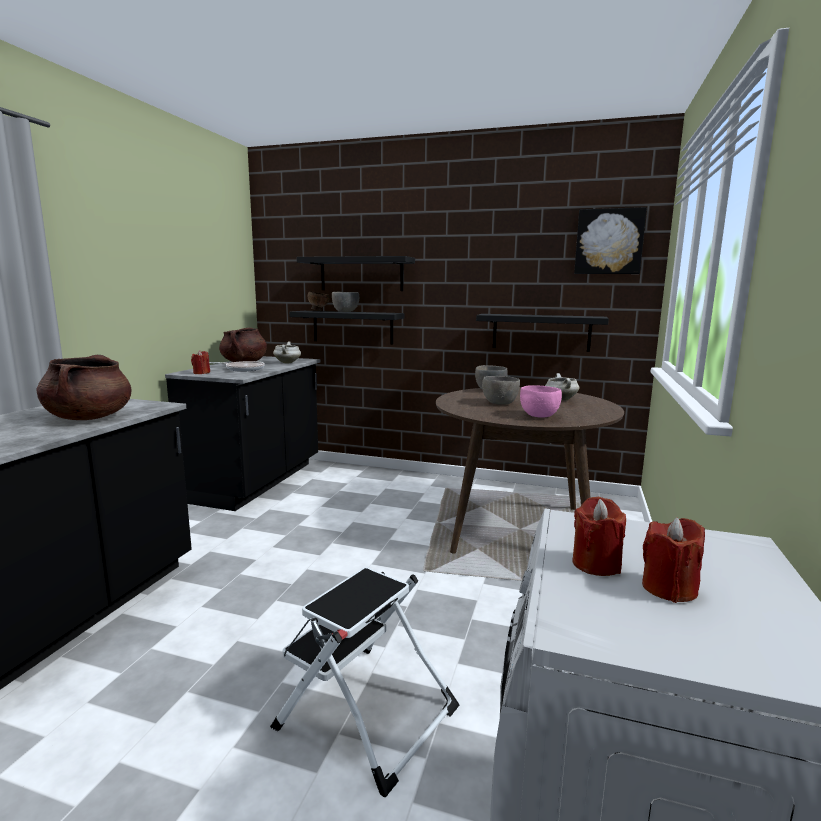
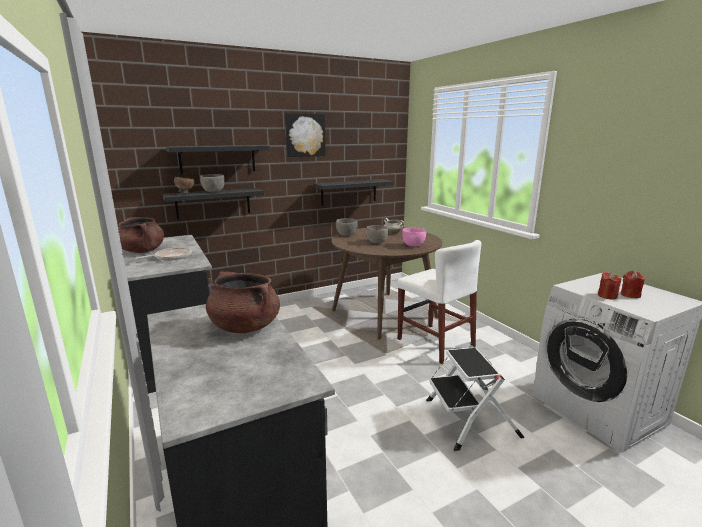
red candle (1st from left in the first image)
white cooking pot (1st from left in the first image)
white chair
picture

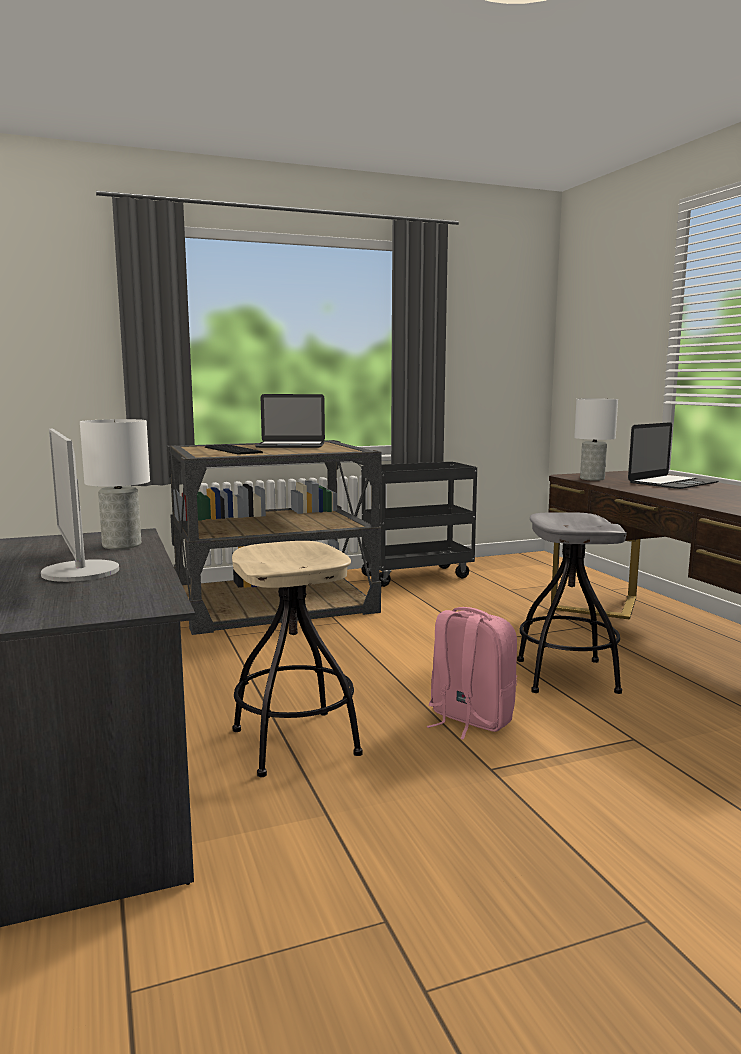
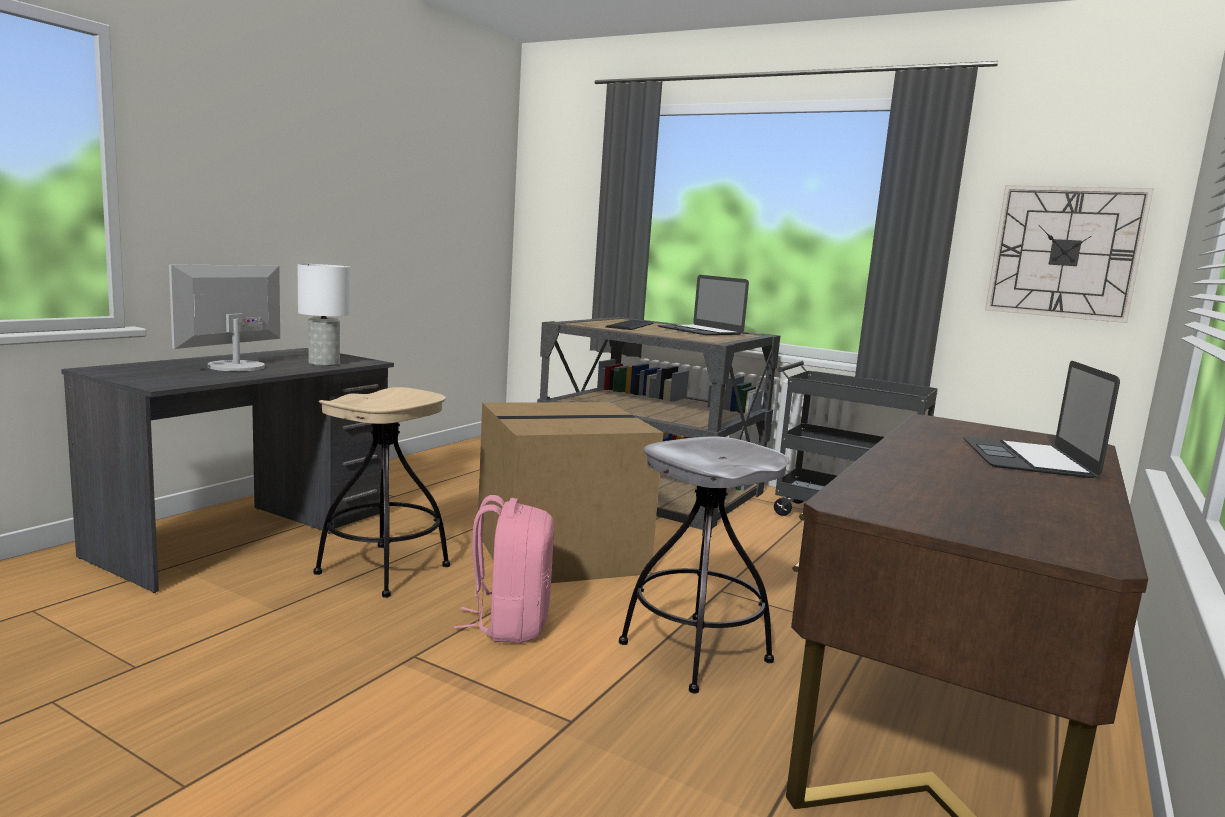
white table lamp (2nd from left in the first image)
cardboard box
wall clock
laptop (2nd from left)

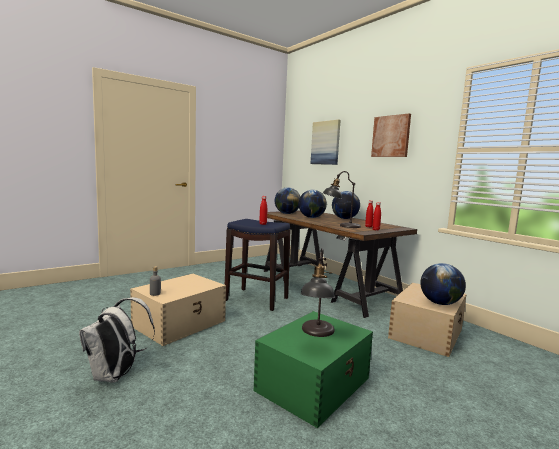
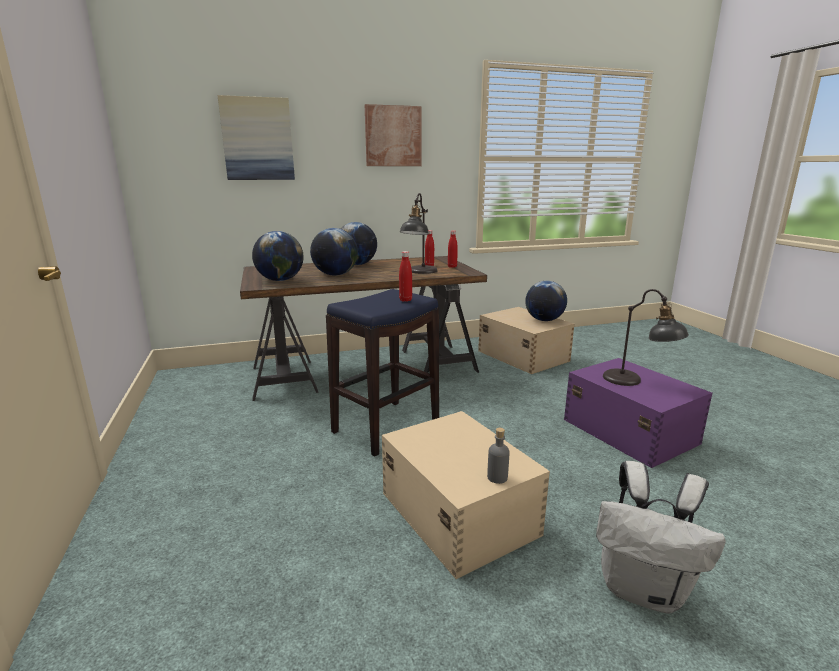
purple storage box

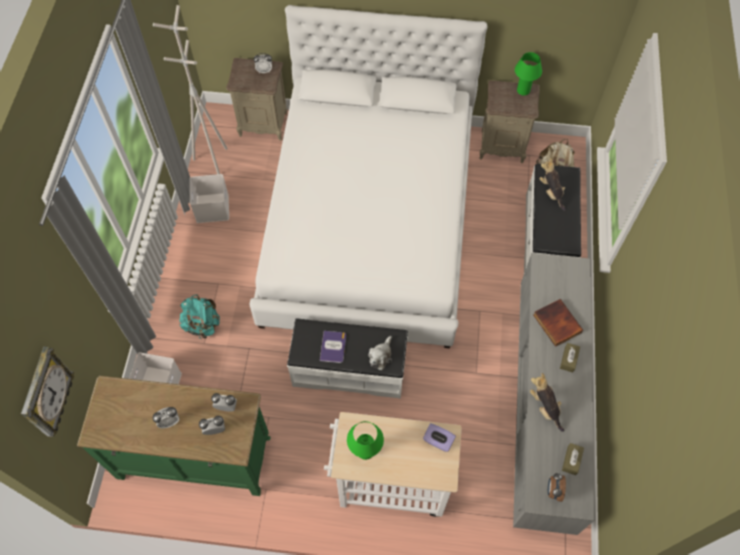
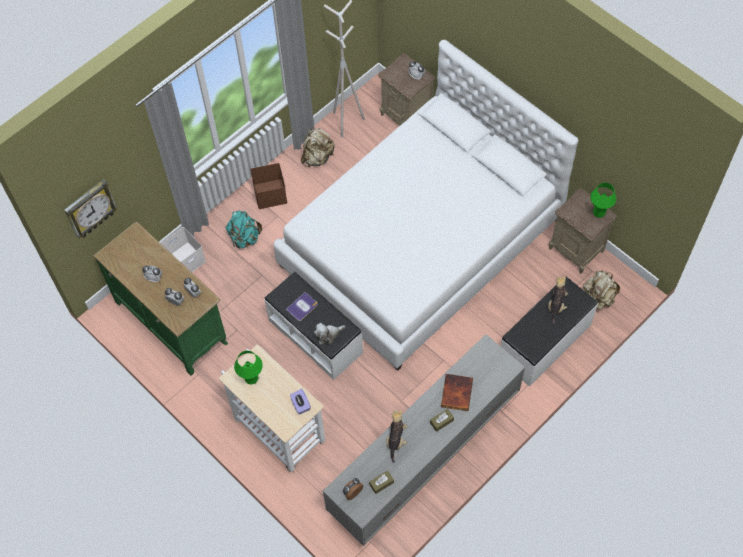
brown storage box
beige backpack (1st from left)

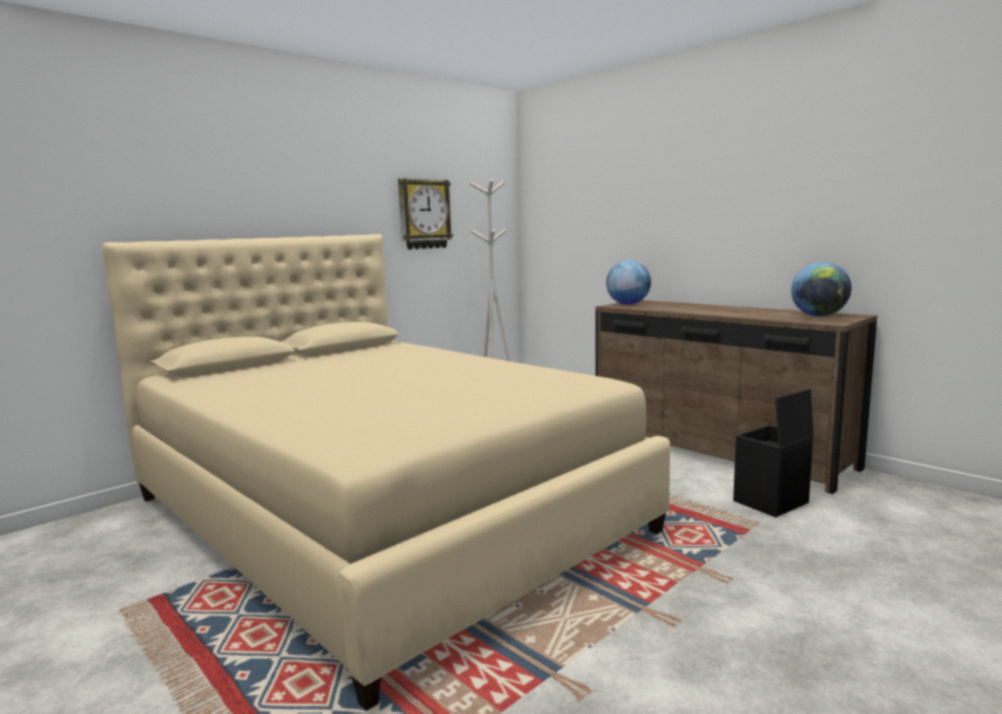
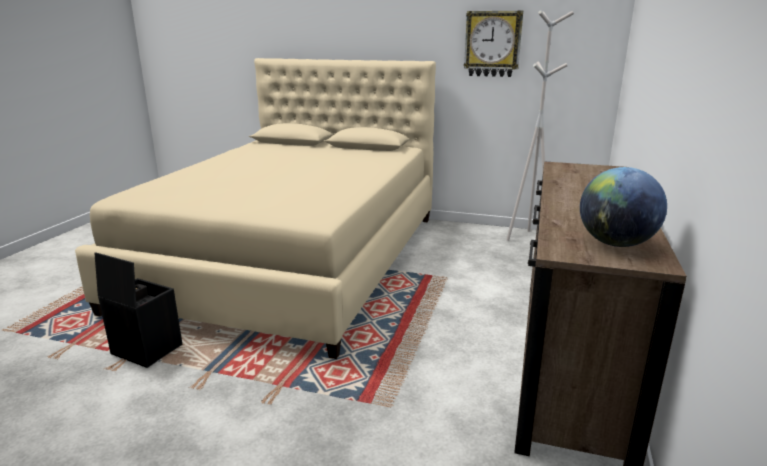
globe (1st from left in the first image)
black storage box

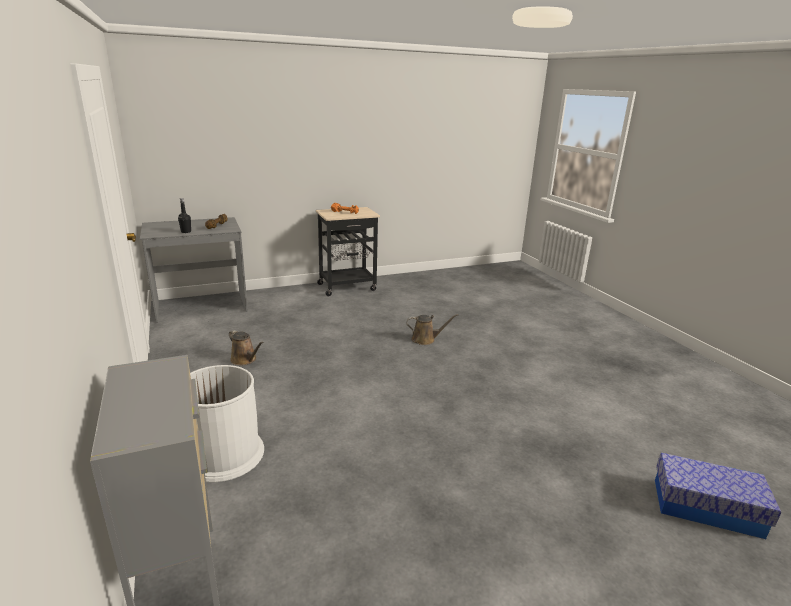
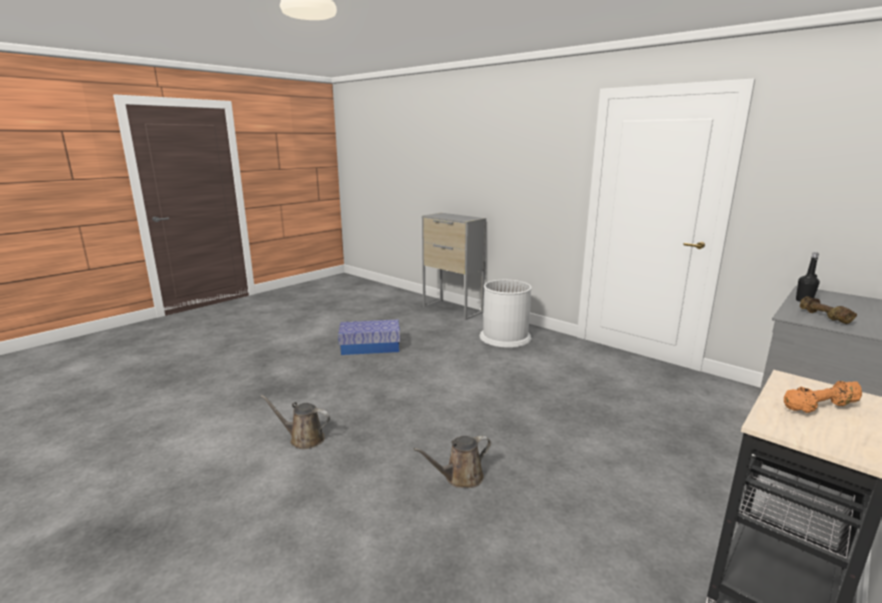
brown watering can (1st from left)
storage box

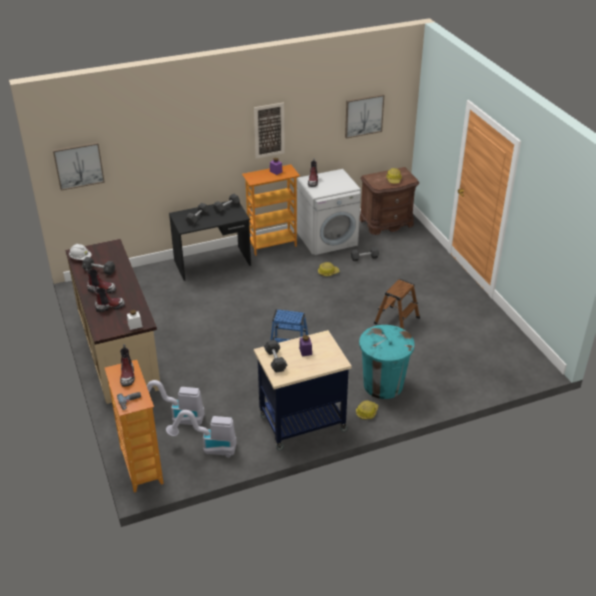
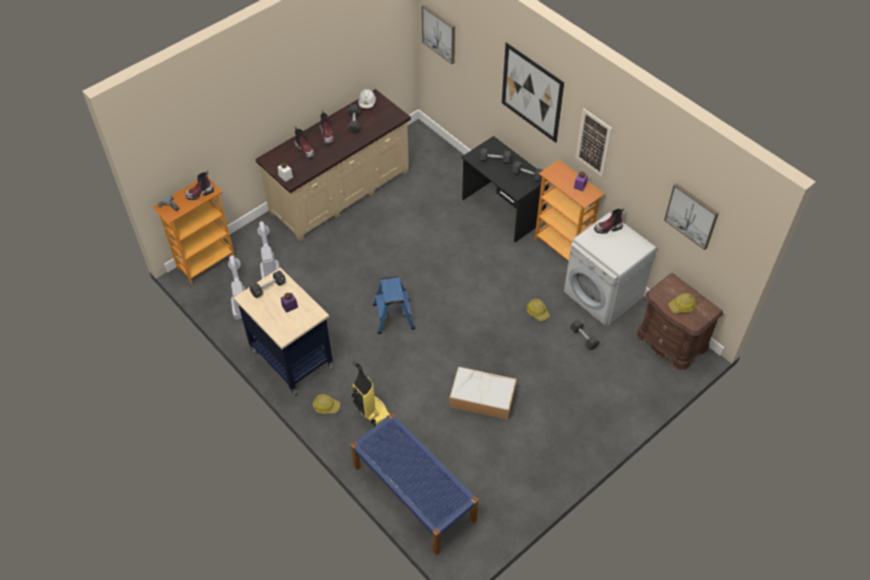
blue bench
picture (2nd from left)
vacuum cleaner (3rd from left)
storage box

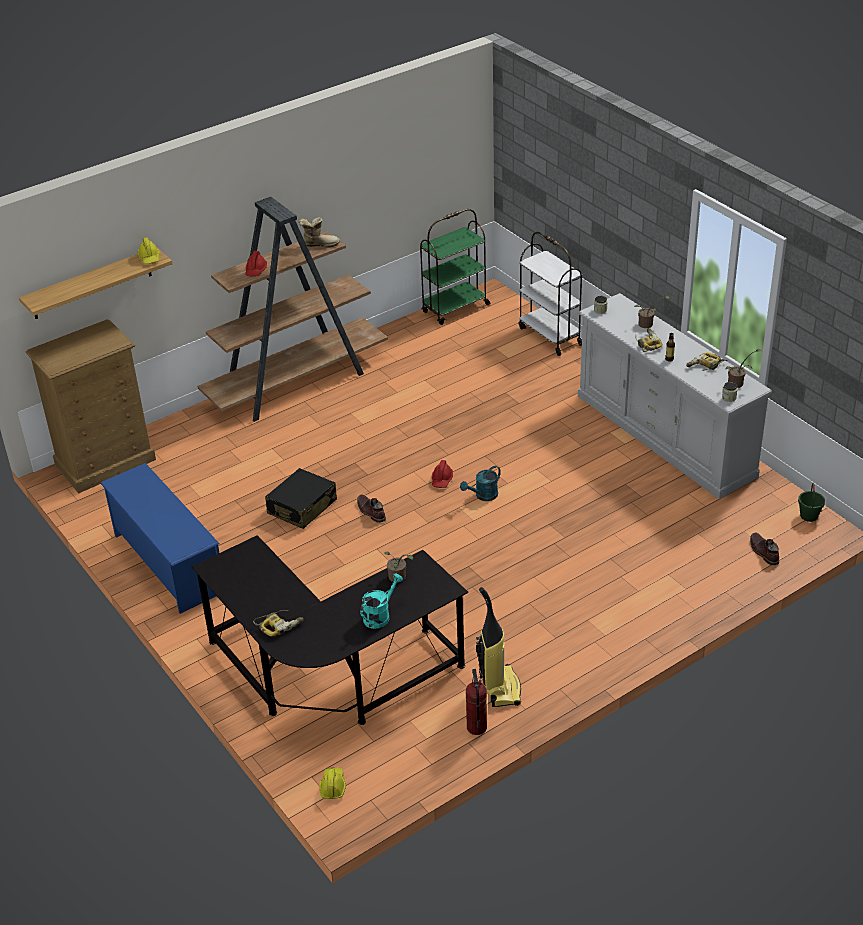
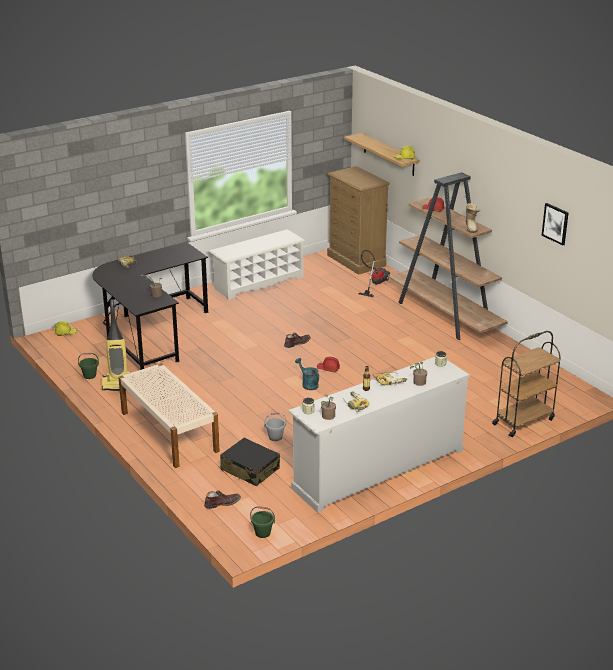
turquoise watering can (1st from left in the first image)
green cart
beige bench
grey bucket
vacuum cleaner (2nd from left)
picture
black suitcase
green bucket (1st from left)
white shoe rack
brown cart

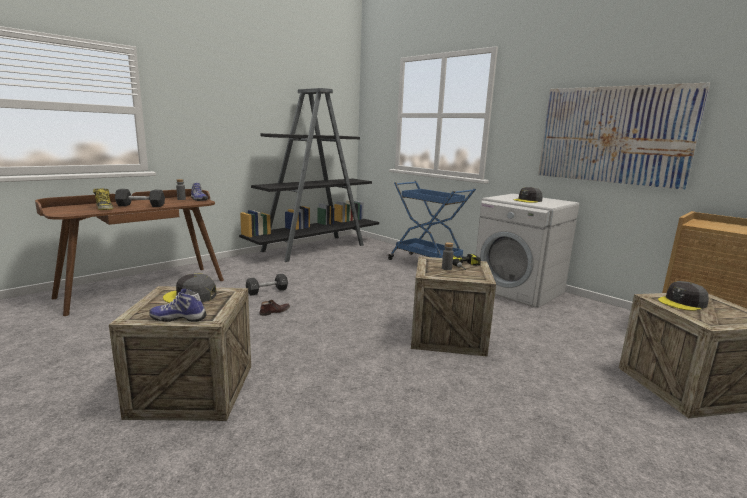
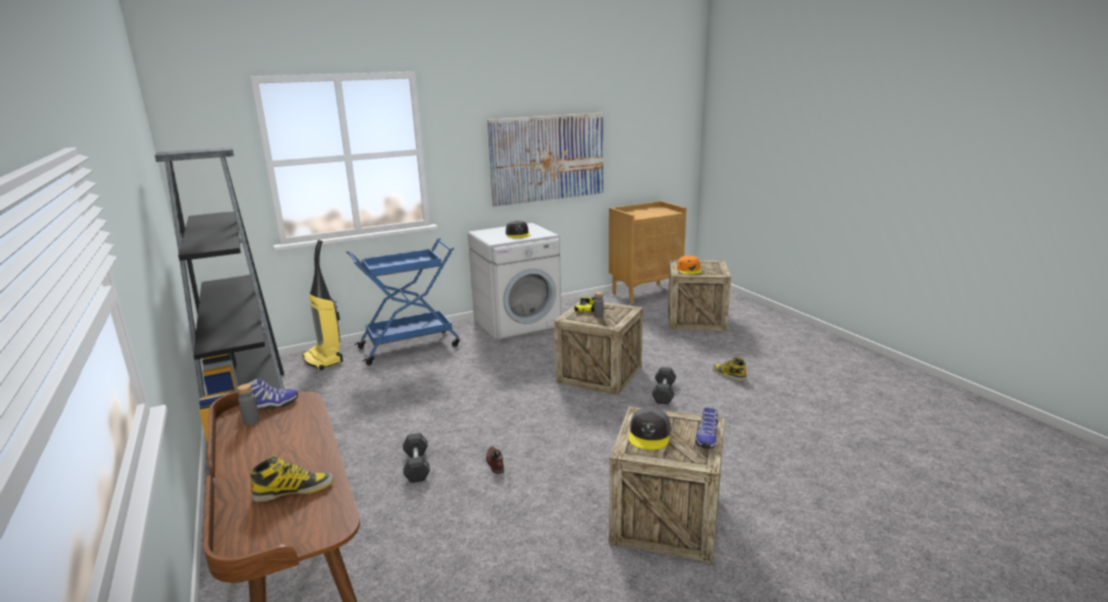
vacuum cleaner
boot (2nd from left)
black dumbbell (2nd from left)
orange cap

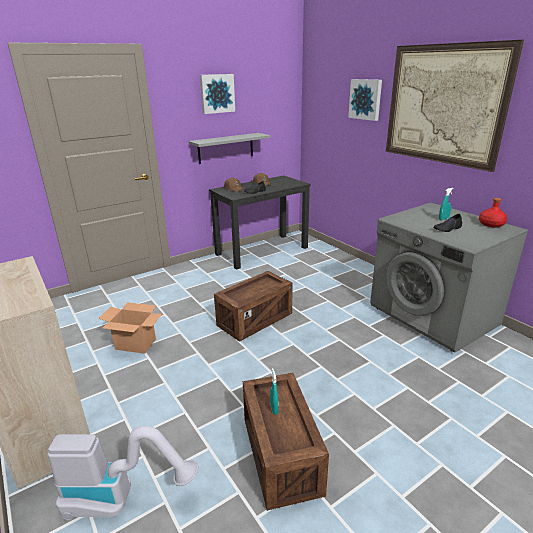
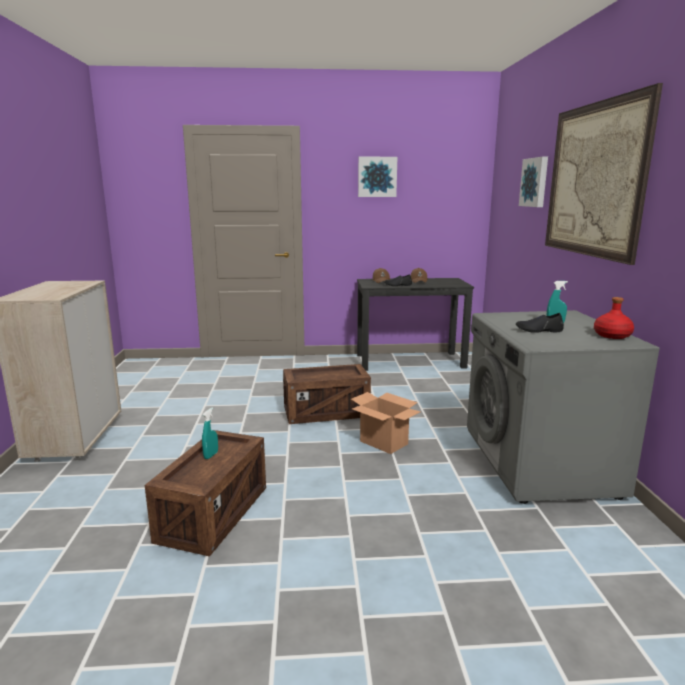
vacuum cleaner
grey shelf
cardboard box

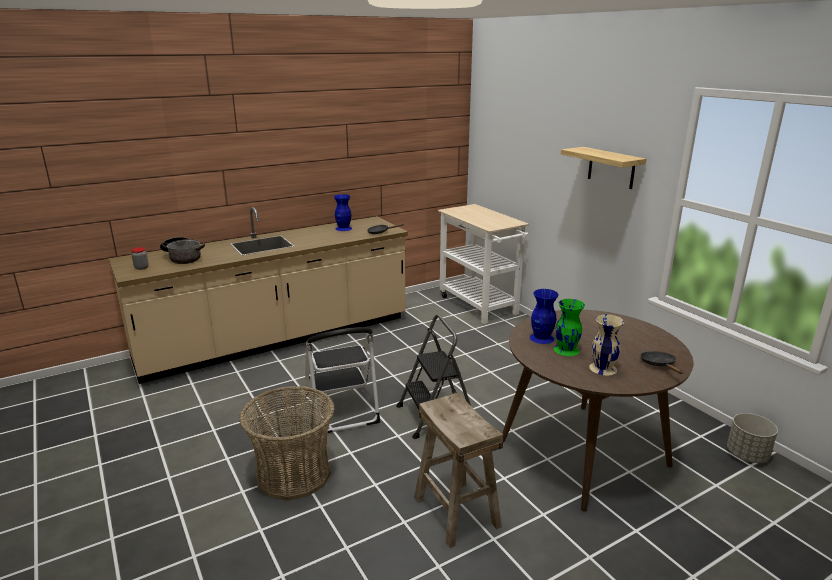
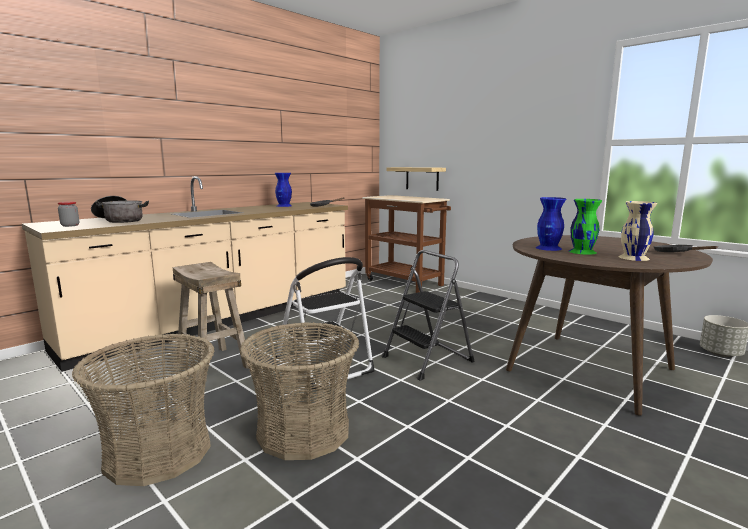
basket (1st from left)
beige stool
shelf
brown cart

